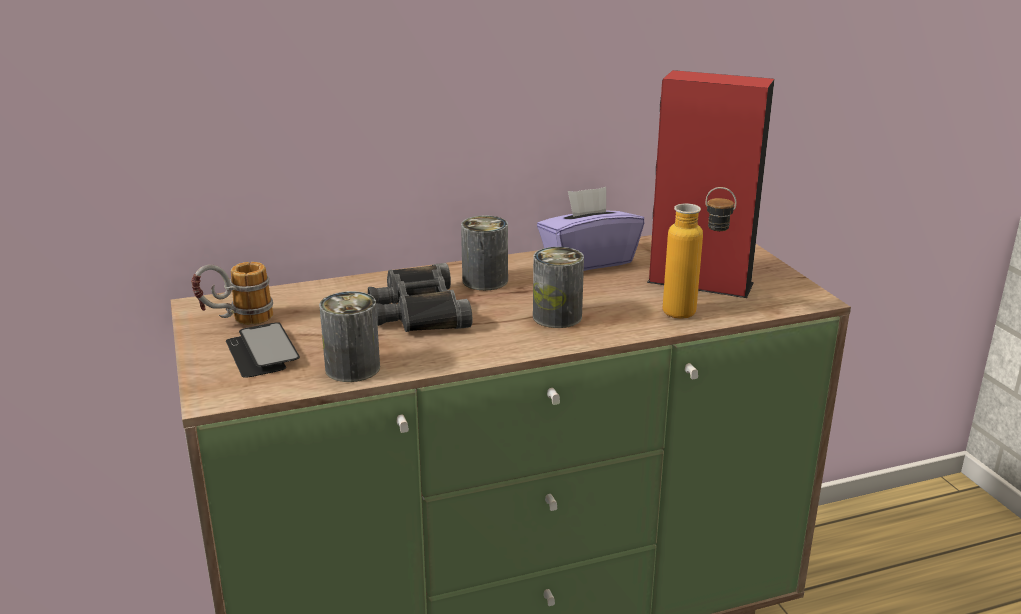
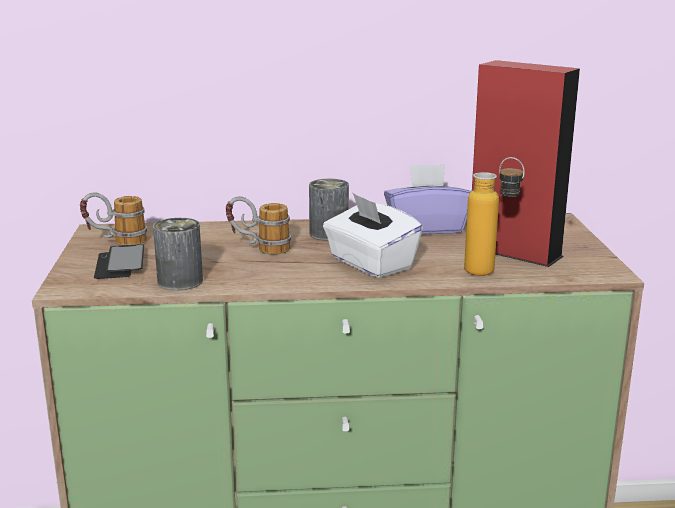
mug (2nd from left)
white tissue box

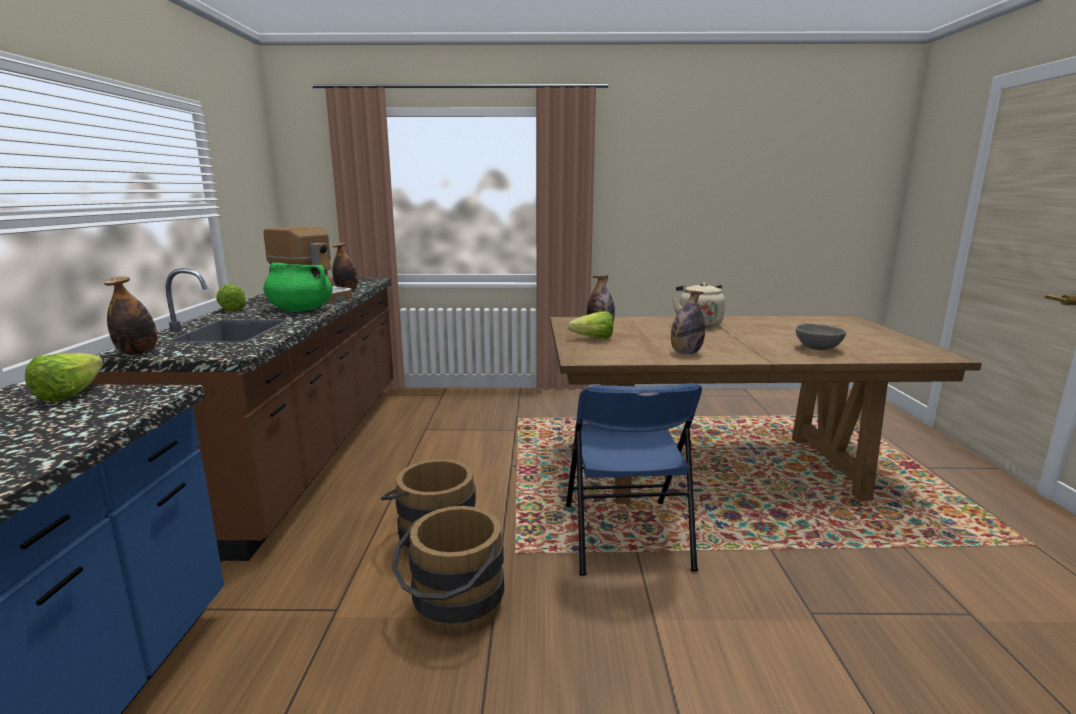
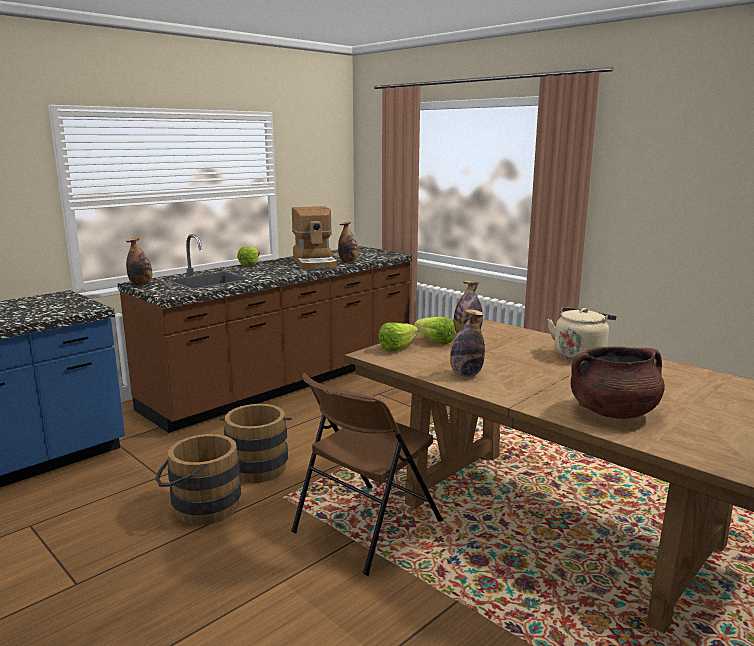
green cooking pot
lettuce (2nd from left)
brown cooking pot
brown chair

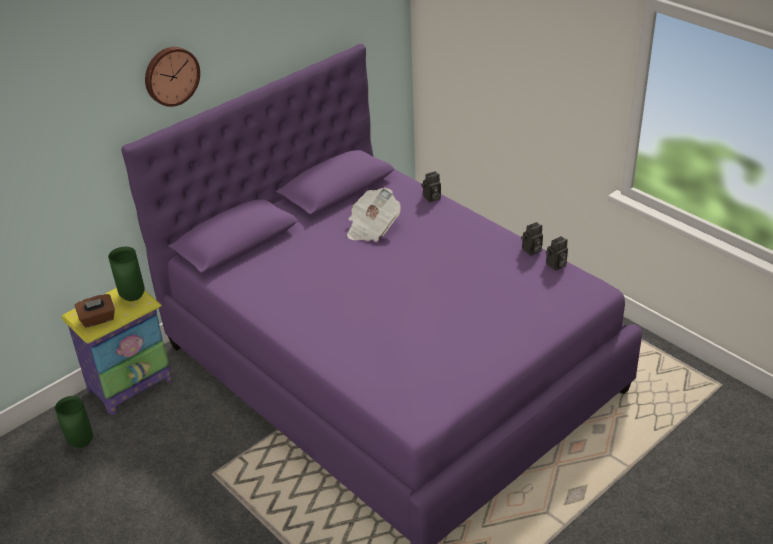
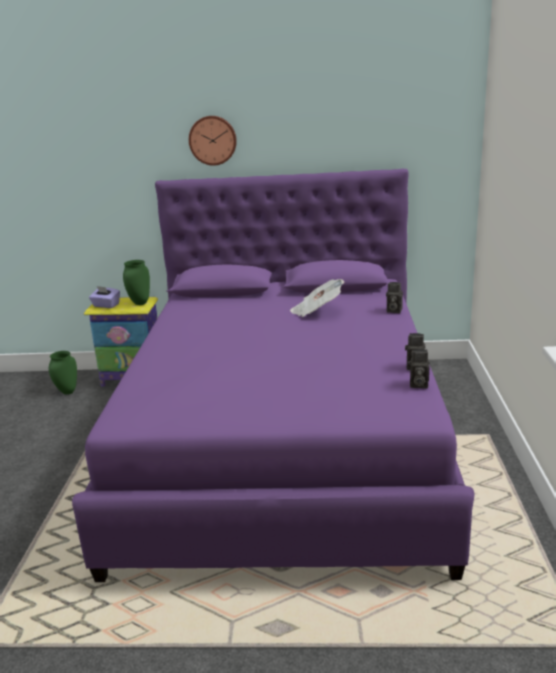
purple tissue box

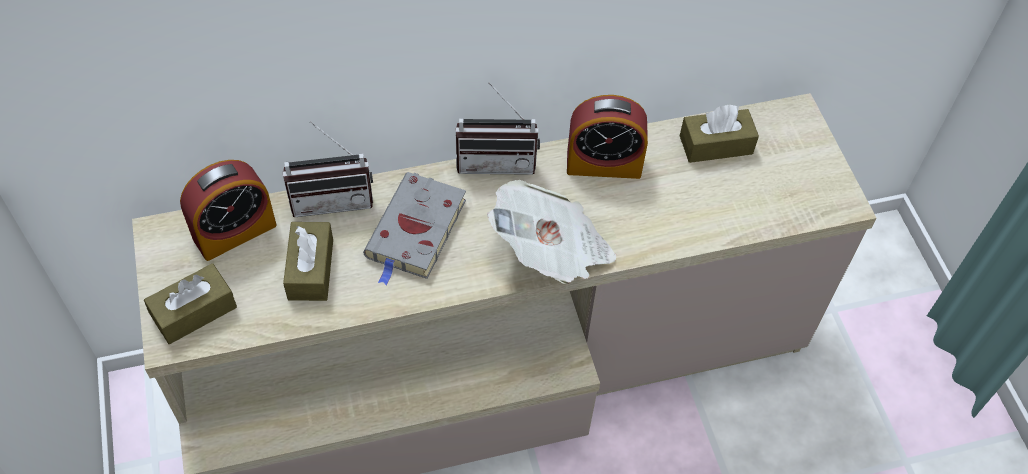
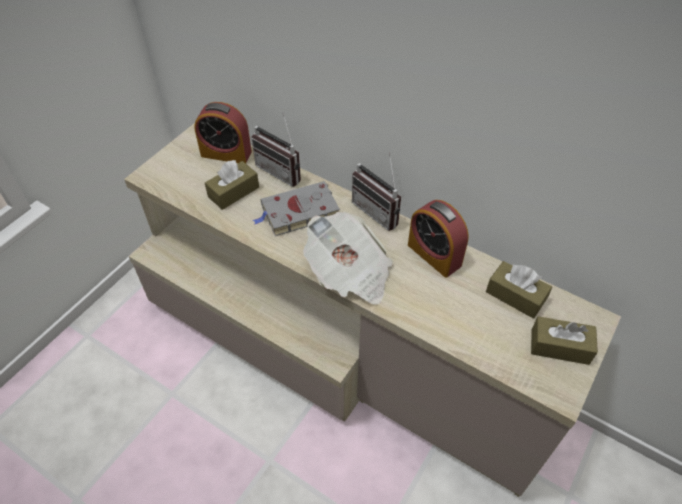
brown tissue box (3rd from left)

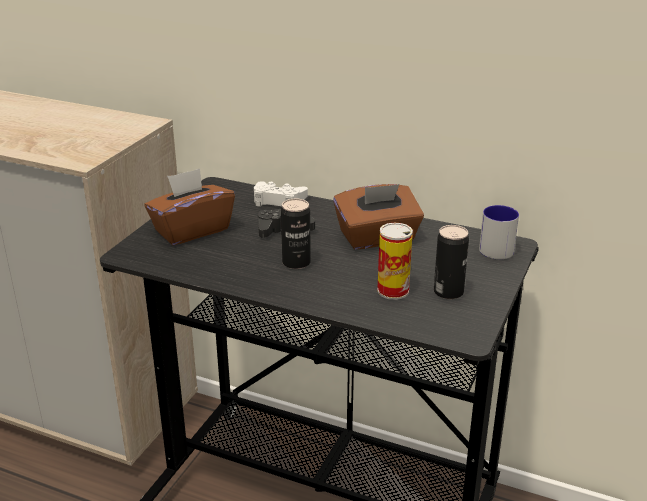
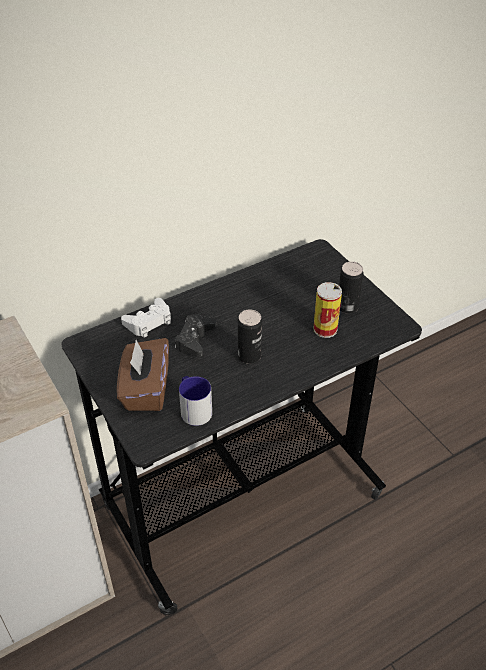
brown tissue box (2nd from left in the first image)
mug

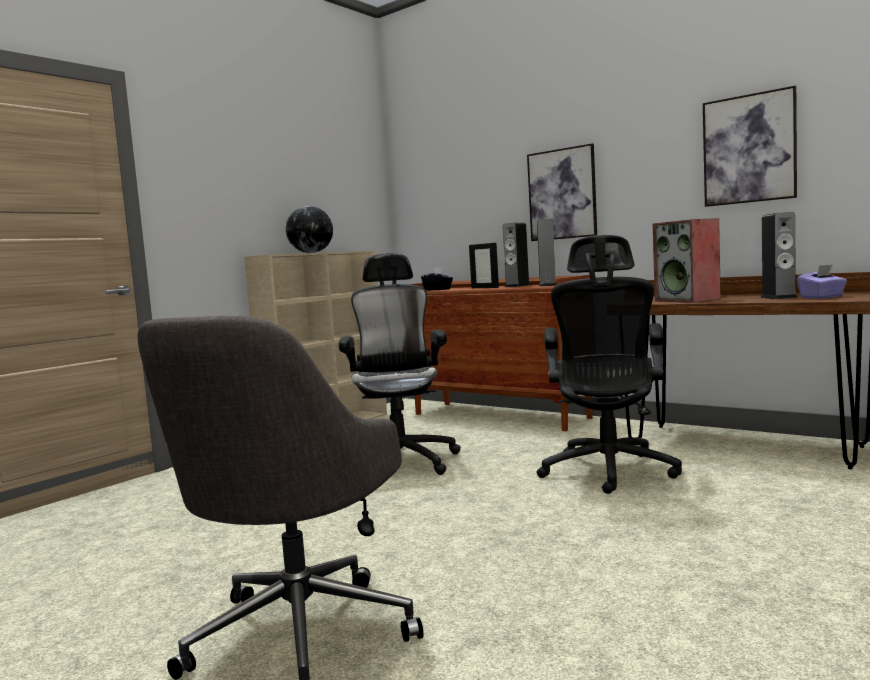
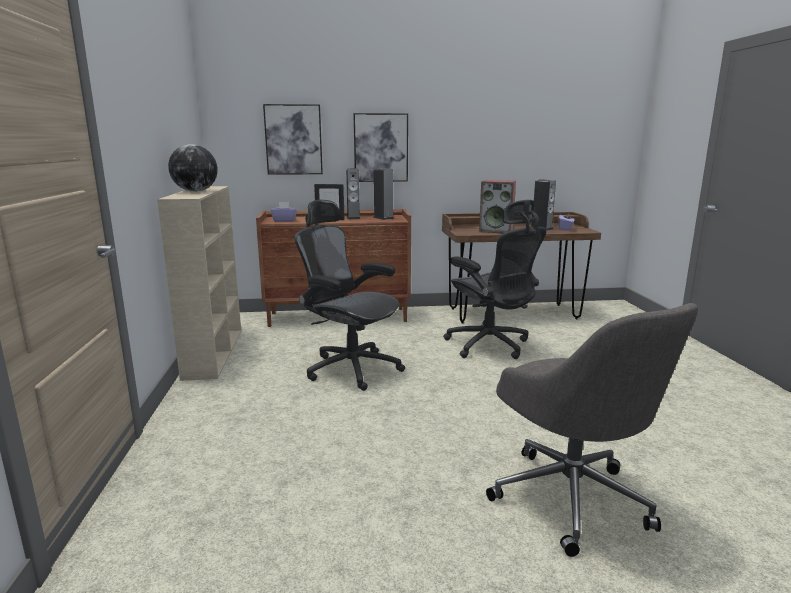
picture (1st from left)
purple tissue box (1st from left)

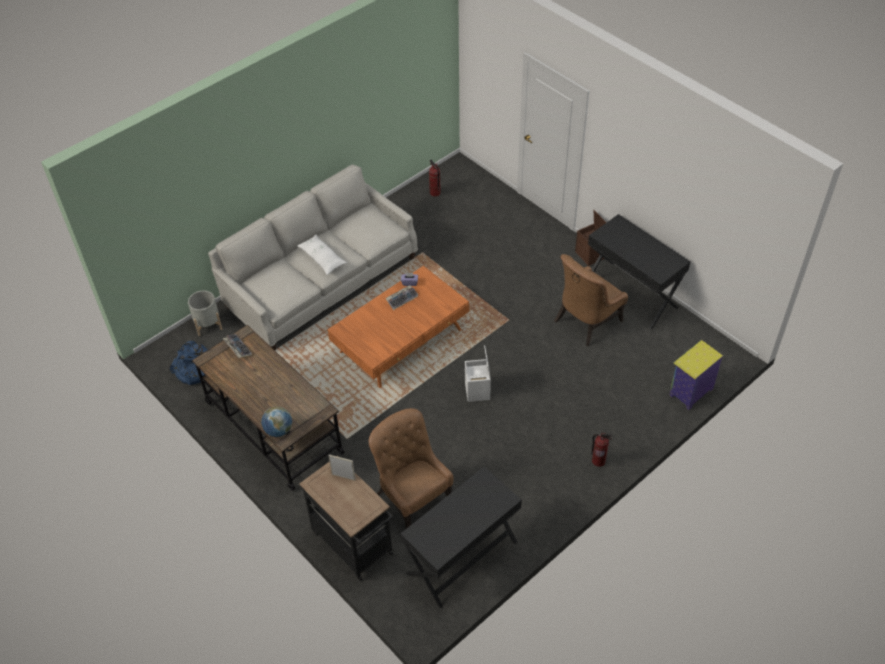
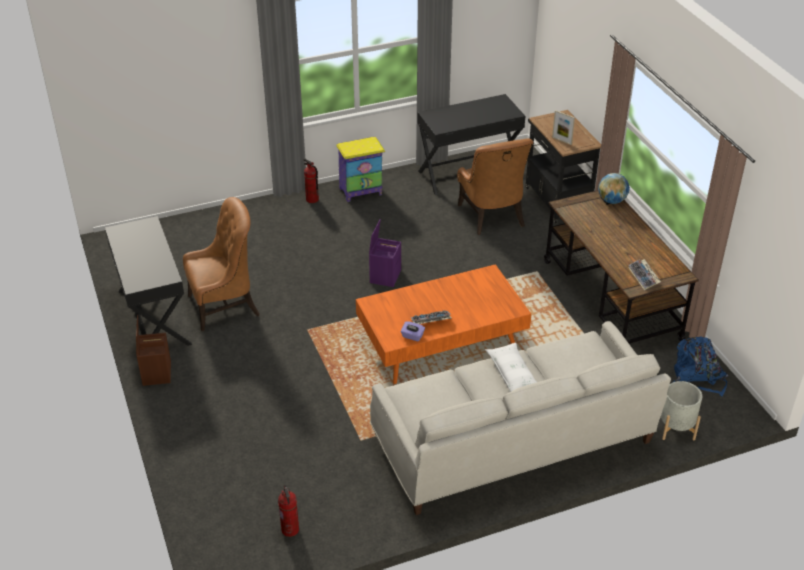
nightstand
purple storage box

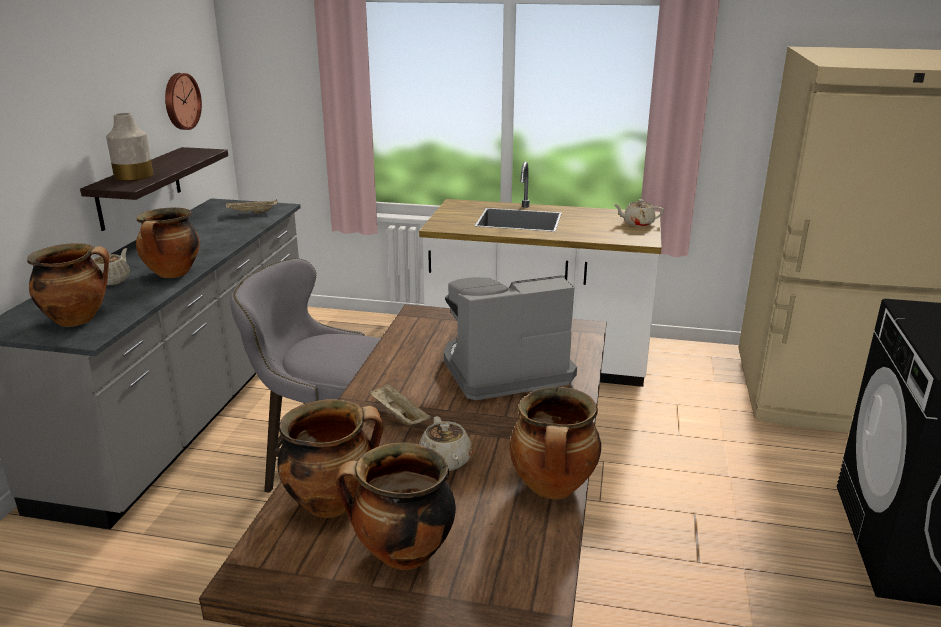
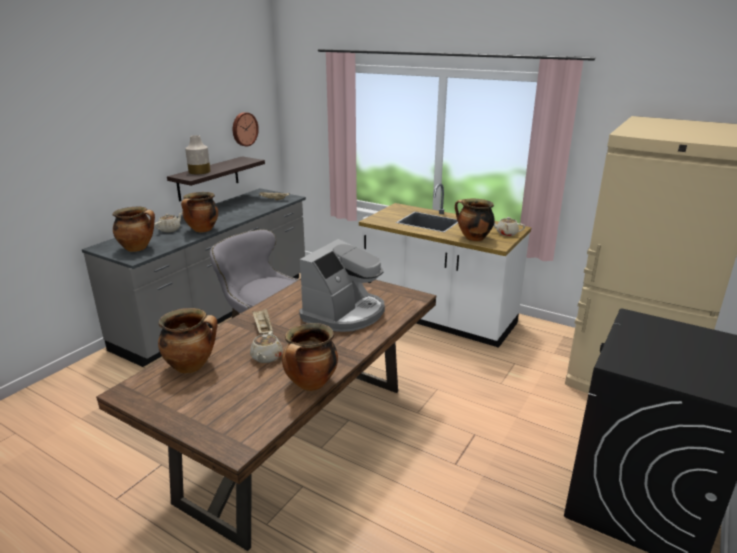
cooking pot (5th from left)
coffee machine

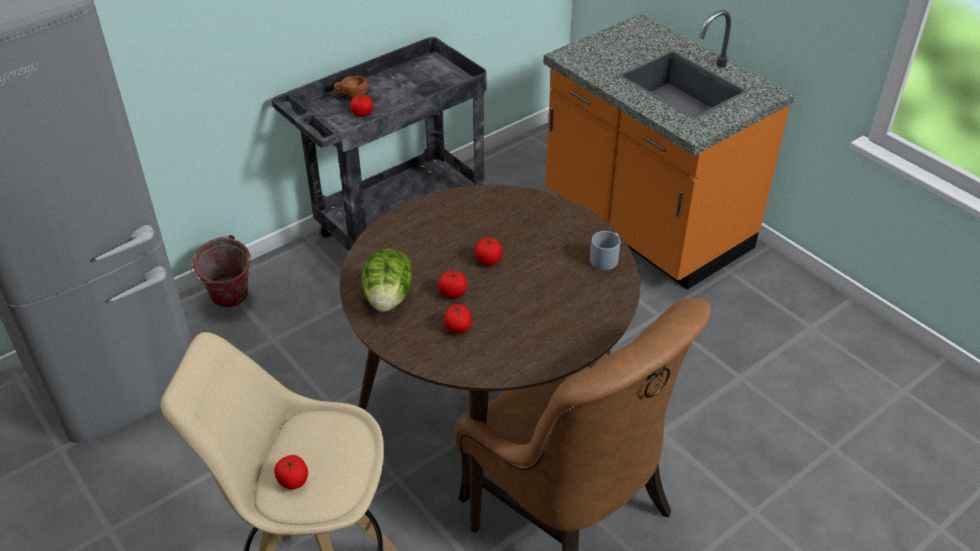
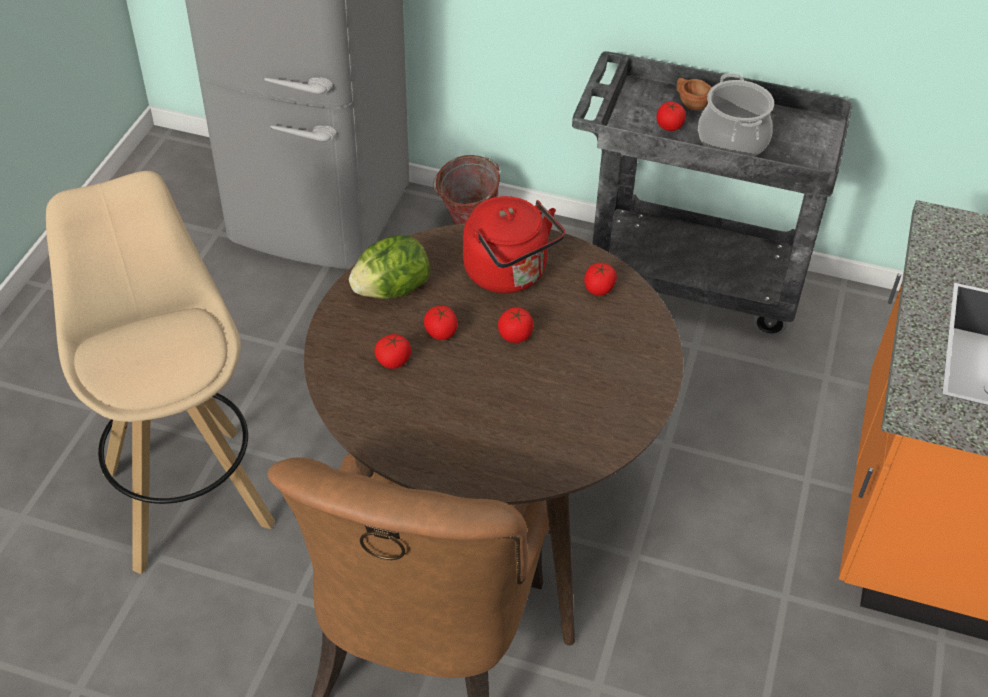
grey mug
red kettle
cooking pot
tomato (4th from left)

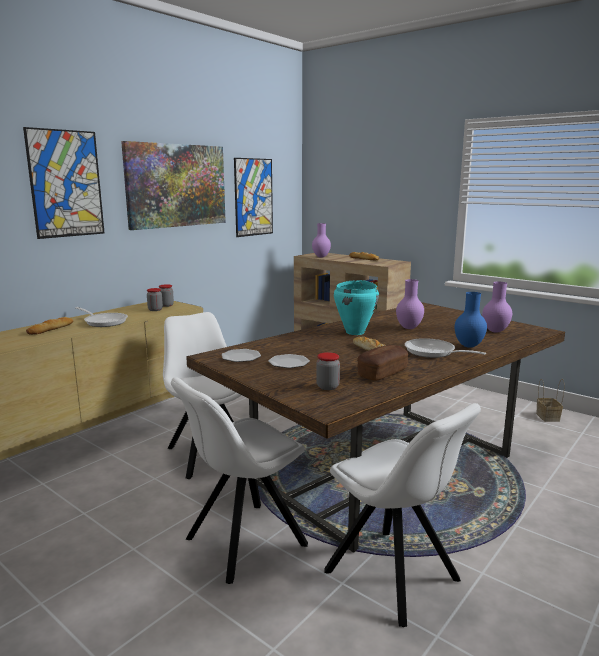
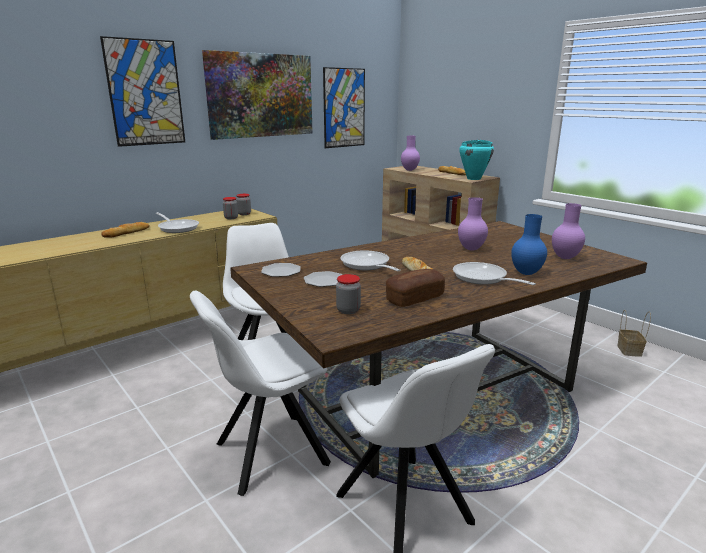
frying pan (2nd from left)
turquoise cooking pot

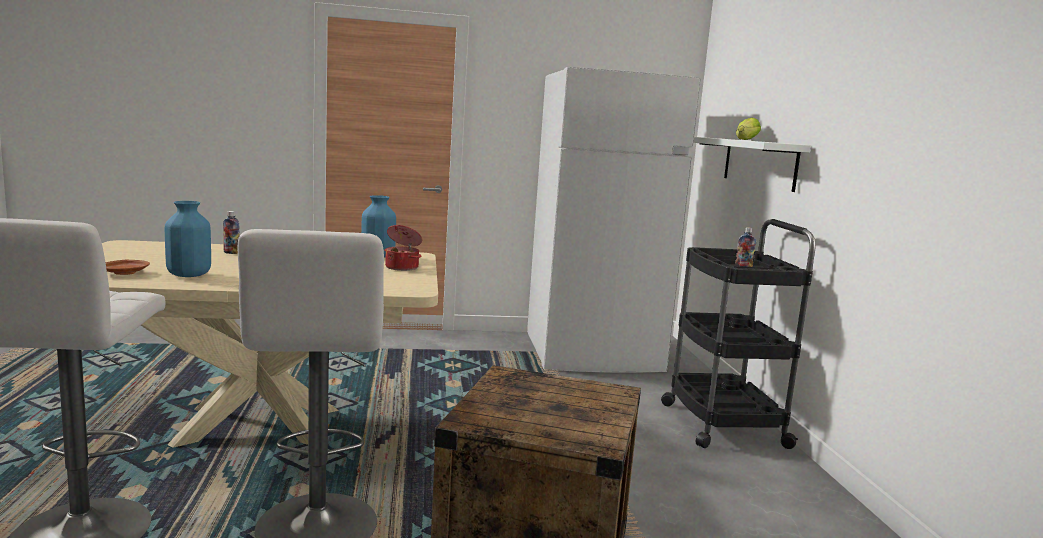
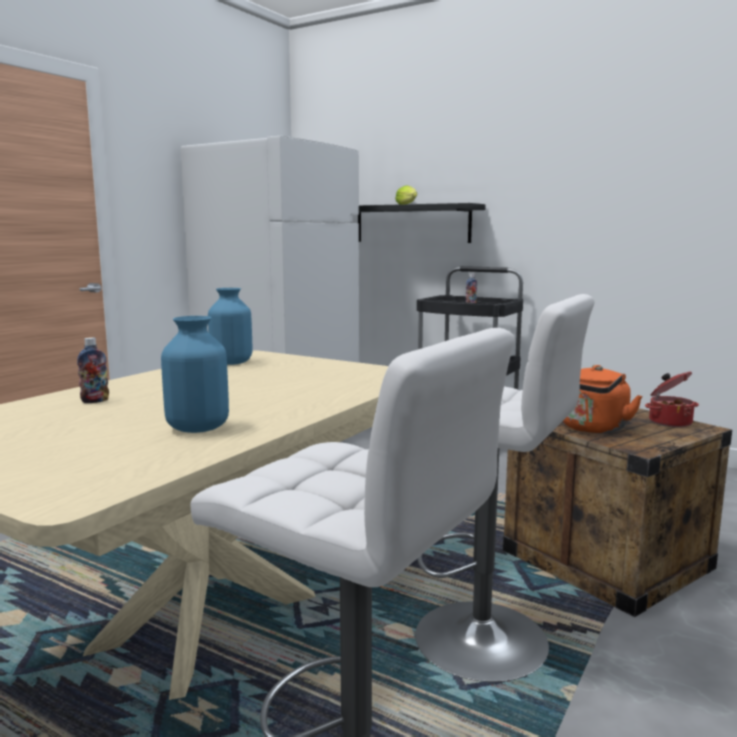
brown plate
orange kettle
cooking pot
black shelf

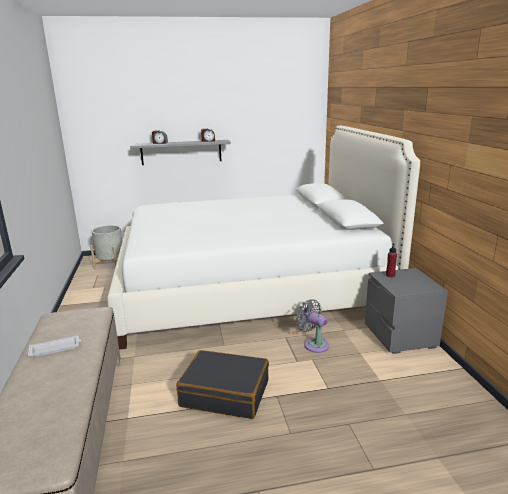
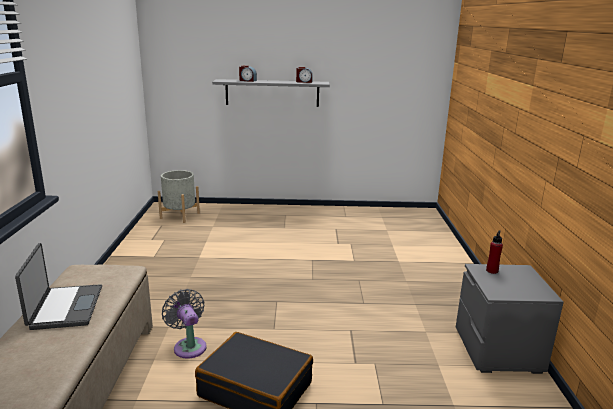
white bed
grey fan
laptop

